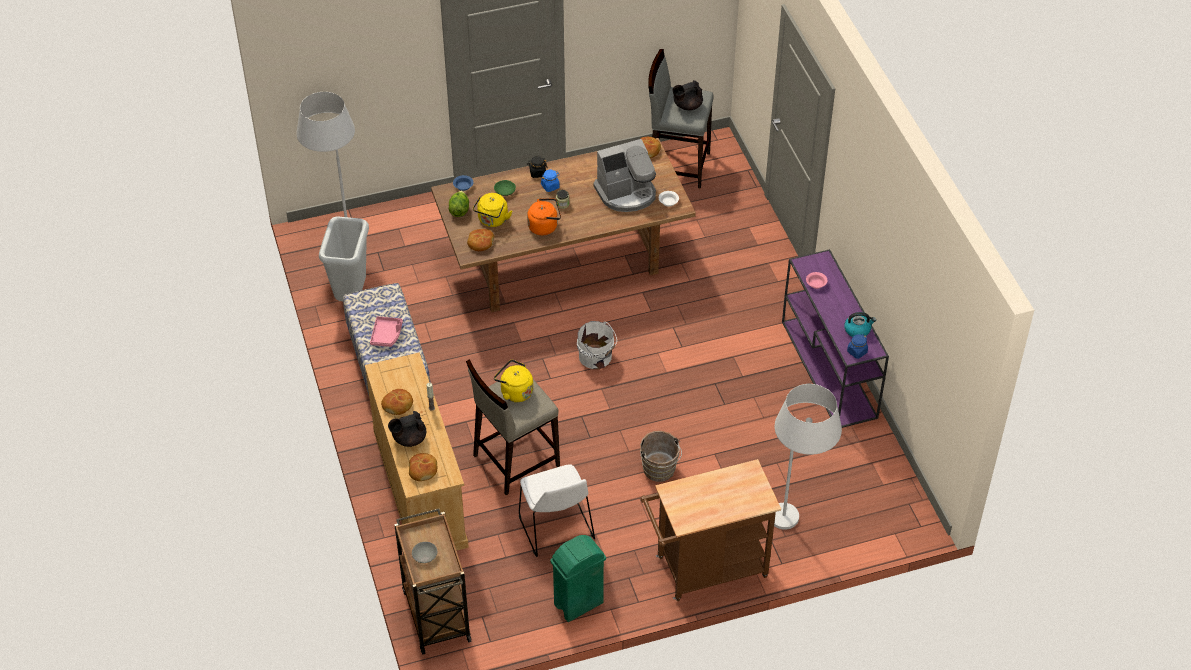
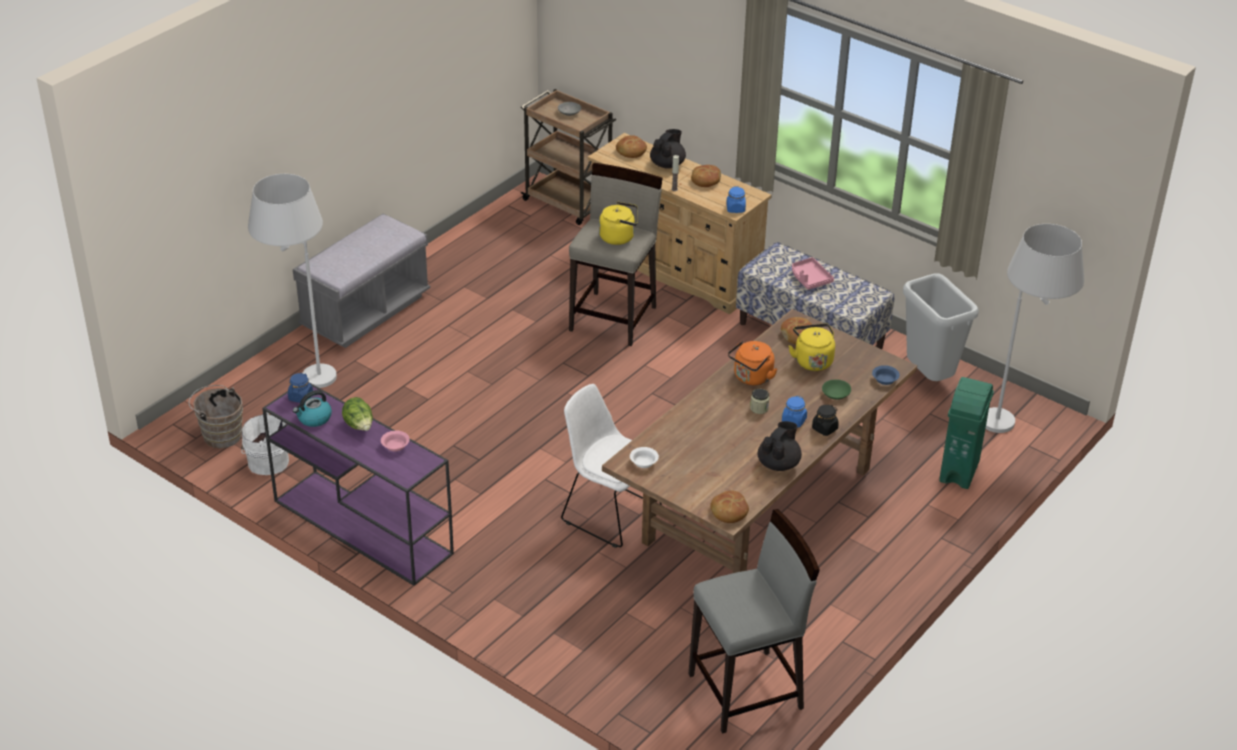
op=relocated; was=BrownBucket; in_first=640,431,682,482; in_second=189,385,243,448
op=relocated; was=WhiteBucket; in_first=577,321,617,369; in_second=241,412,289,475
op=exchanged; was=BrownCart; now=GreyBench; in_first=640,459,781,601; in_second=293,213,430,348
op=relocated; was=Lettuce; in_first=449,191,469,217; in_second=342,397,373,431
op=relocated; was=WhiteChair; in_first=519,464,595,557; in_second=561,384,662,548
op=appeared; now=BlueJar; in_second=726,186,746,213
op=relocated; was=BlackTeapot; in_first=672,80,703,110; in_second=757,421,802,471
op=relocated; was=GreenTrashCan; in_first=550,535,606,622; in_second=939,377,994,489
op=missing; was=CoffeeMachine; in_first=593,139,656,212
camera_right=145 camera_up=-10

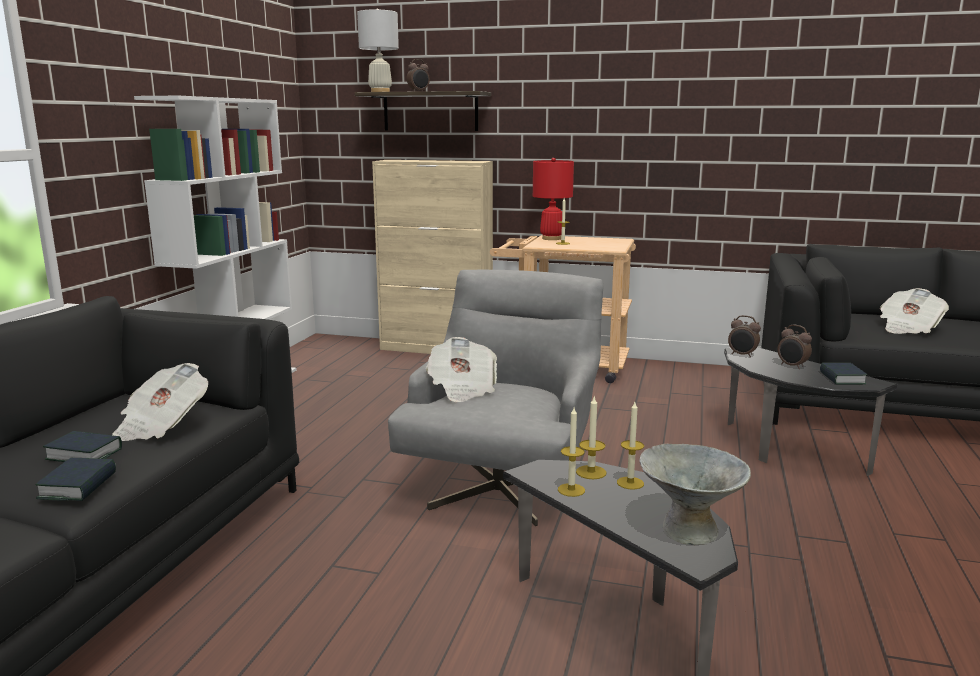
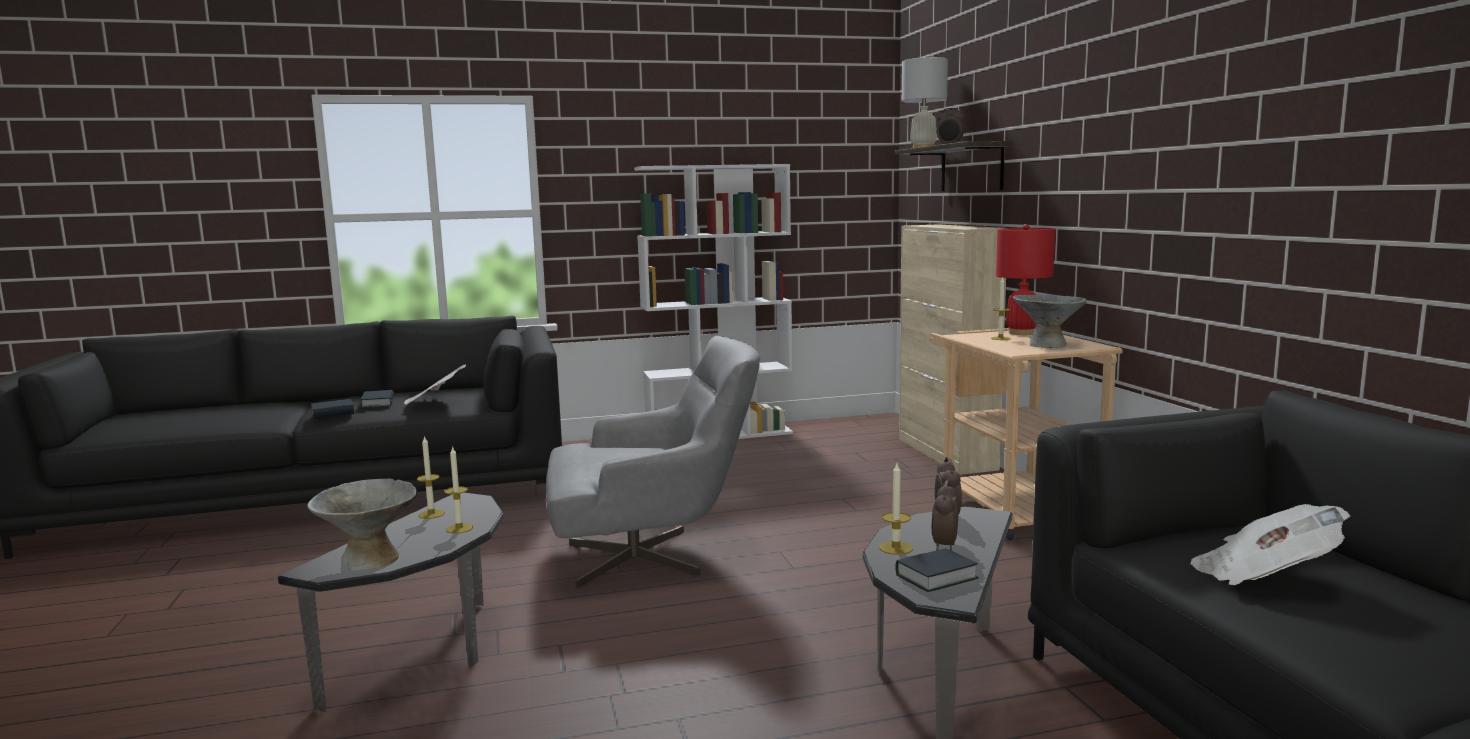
op=relocated; was=Candle; in_first=576,397,607,479; in_second=879,463,913,555
op=appeared; now=GreyBowl; in_second=1013,295,1087,348
op=missing; was=Newspaper; in_first=426,337,497,402
camera_right=60 camera_up=-5

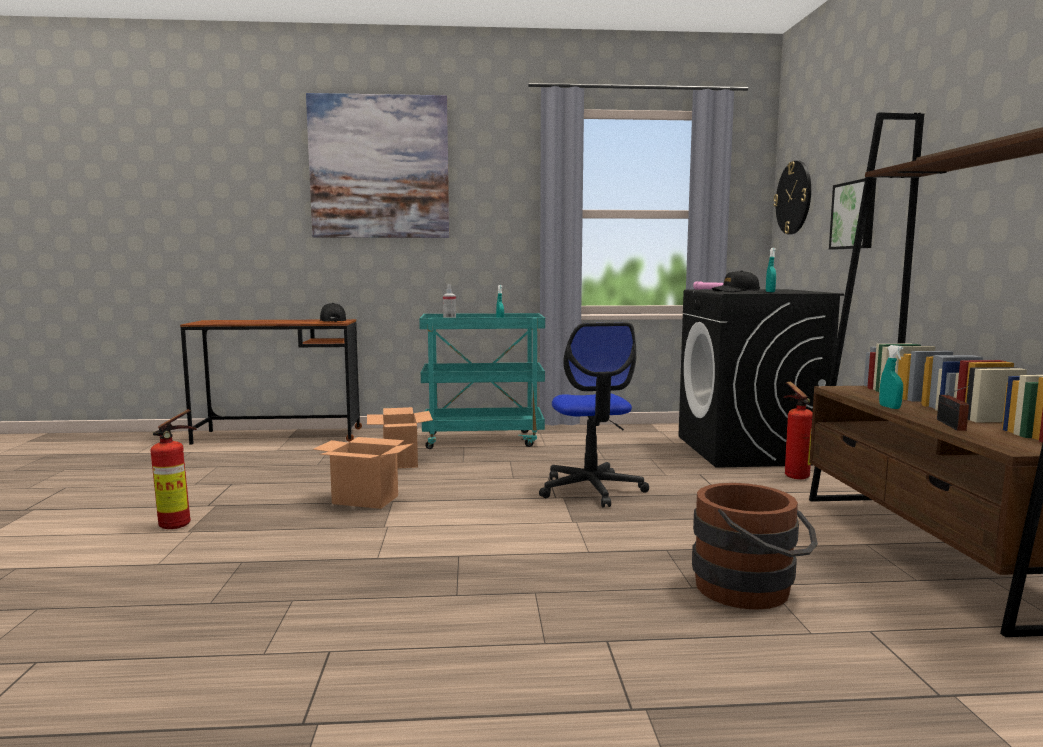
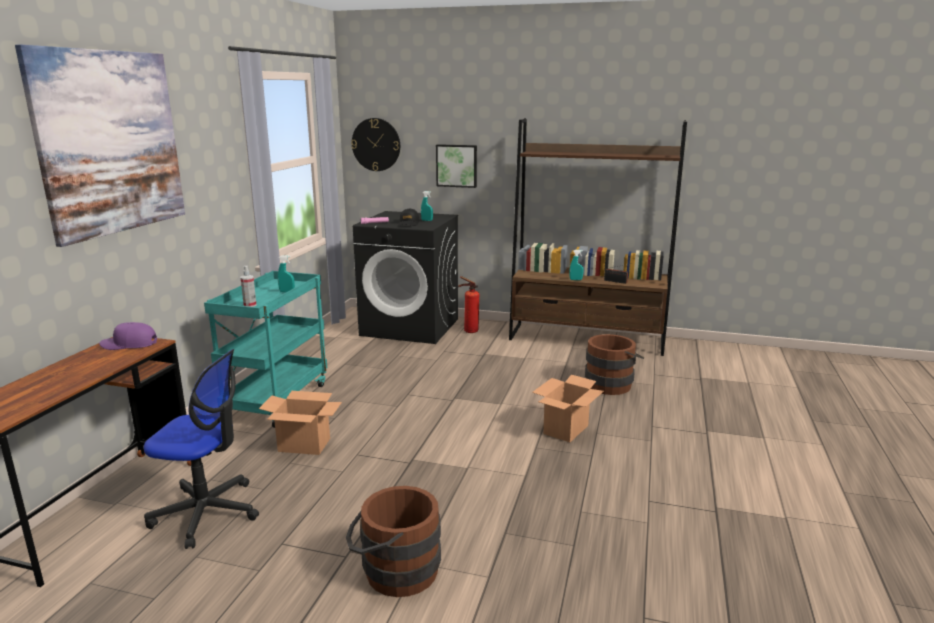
op=colour; was=BlackCap; now=PurpleCap; in_first=320,303,346,322; in_second=99,322,157,350
op=relocated; was=OfficeChair; in_first=539,322,649,507; in_second=144,349,259,549
op=exchanged; was=FireExtinguisher; now=BrownBucket; in_first=150,409,197,529; in_second=346,486,441,597
op=relocated; was=CardboardBox; in_first=313,437,414,509; in_second=532,375,604,442
camera_right=-70 camera_up=10

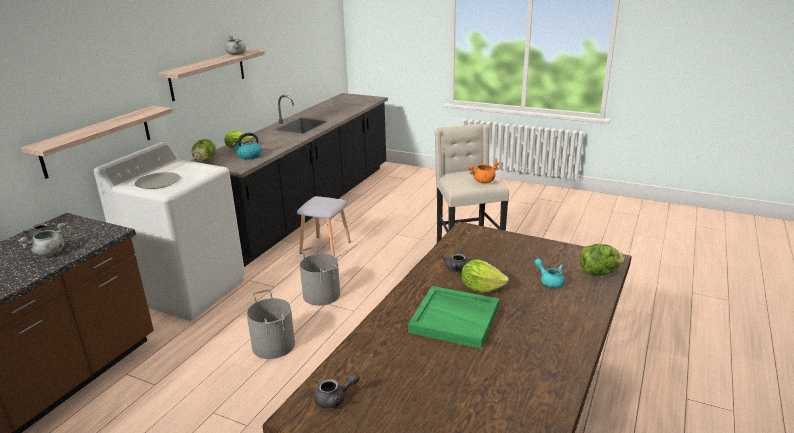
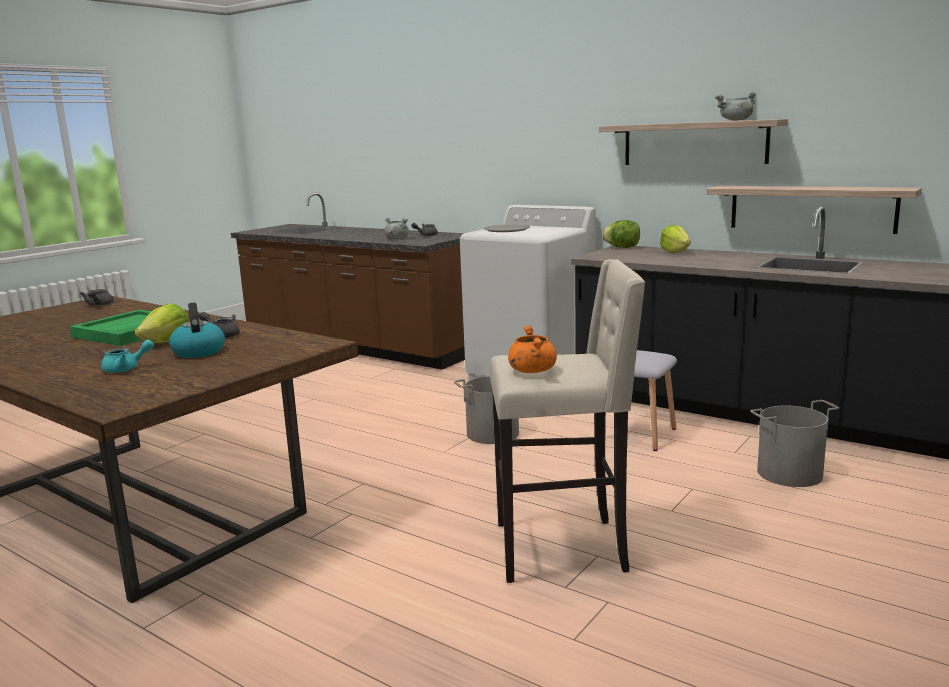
op=relocated; was=Kettle; in_first=232,132,262,159; in_second=169,303,225,358
op=relocated; was=Shelf; in_first=21,106,173,179; in_second=706,186,922,234
op=relocated; was=GreyBucket; in_first=247,289,295,359; in_second=750,400,839,487
op=missing; was=Lettuce; in_first=580,244,625,276
camera_right=100 camera_up=-10

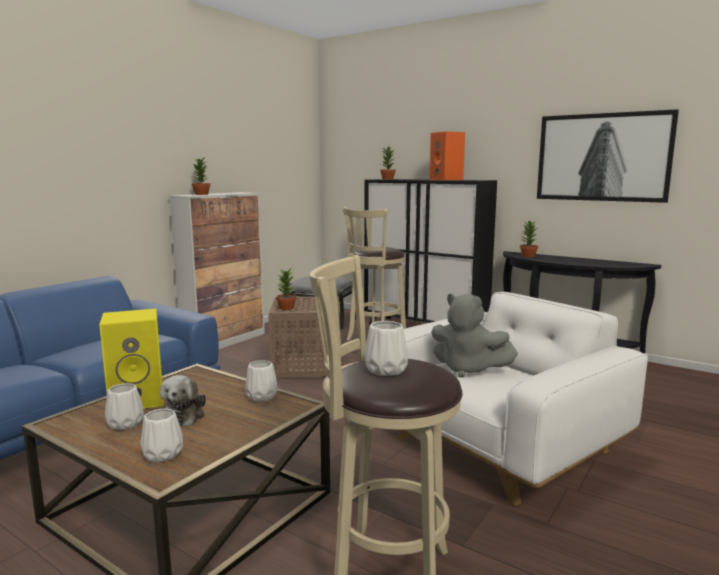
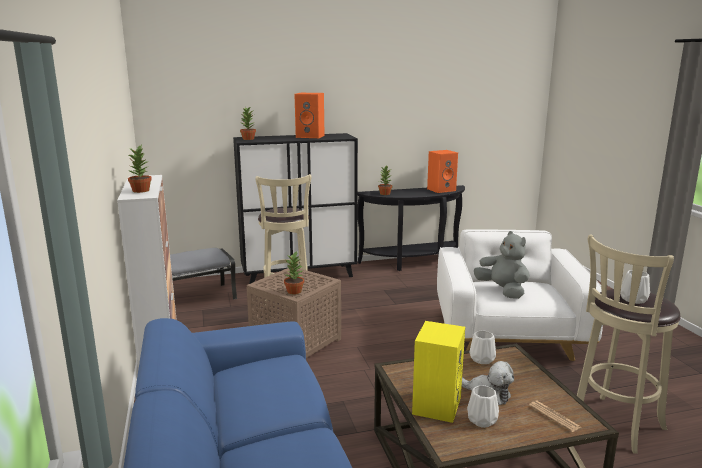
op=appeared; now=OrangeSpeaker; in_second=427,150,458,193
op=spun; was=GreyPlushToy; in_first=431,294,518,378; in_second=474,231,530,299; clockwise=-105
op=exchanged; was=WhiteVase; now=Newspaper; in_first=140,409,183,462; in_second=529,401,581,432
op=missing; was=Picture; in_first=537,109,679,203
camera_right=-50 camera_up=5

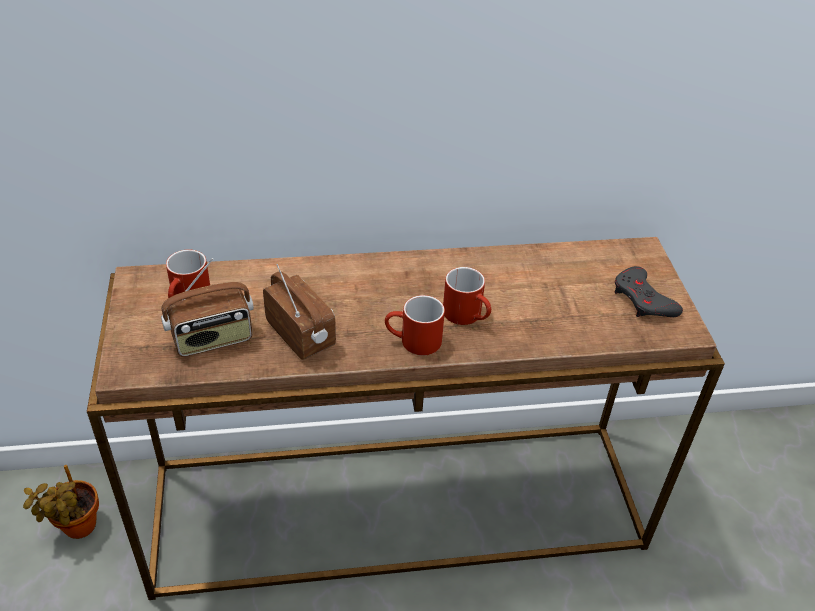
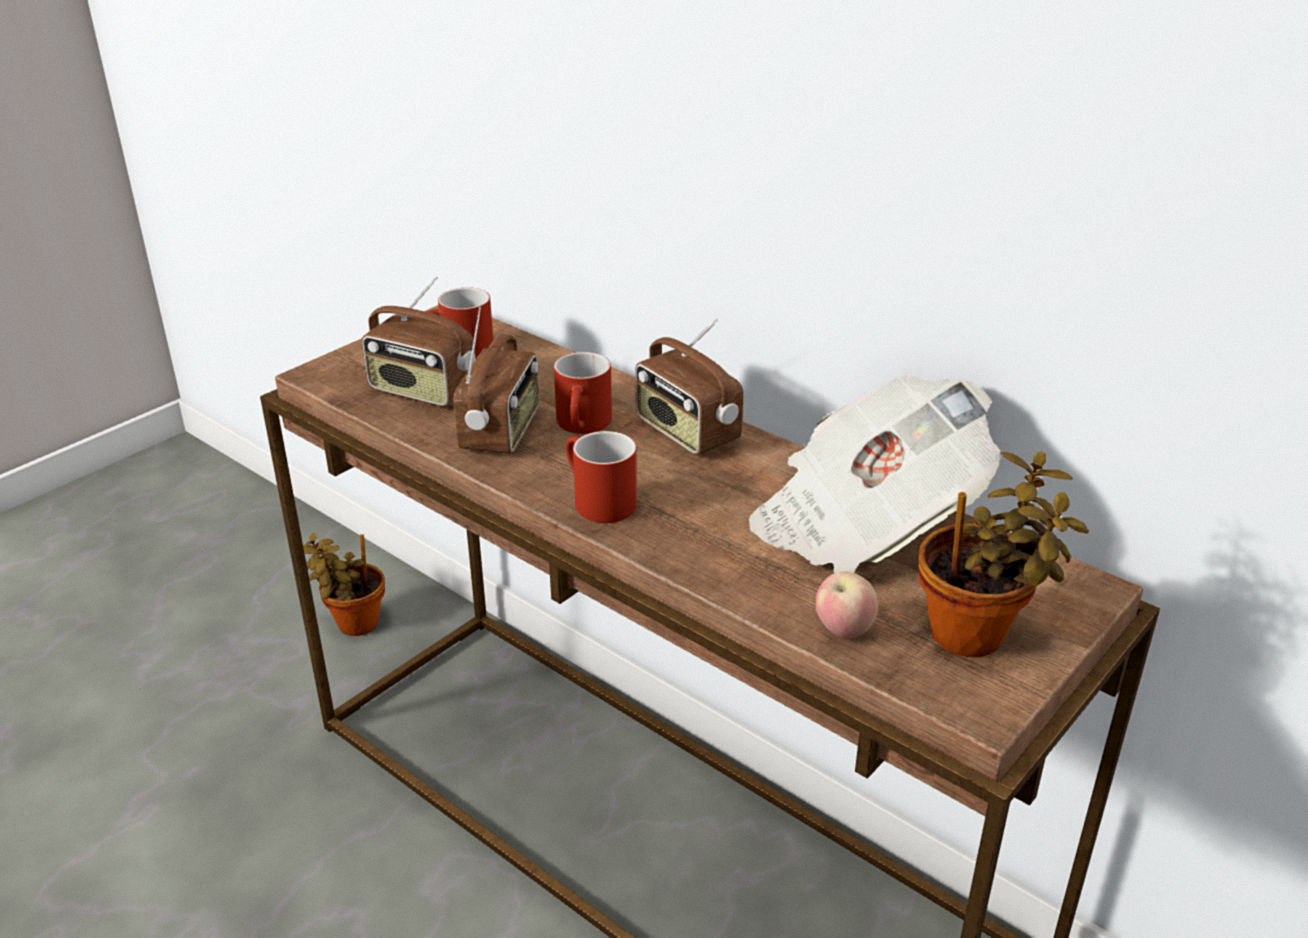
op=relocated; was=RedMug; in_first=443,267,491,325; in_second=554,352,612,434
op=appeared; now=Radio; in_second=635,319,743,455
op=appeared; now=Newspaper; in_second=749,375,1000,573
op=appeared; now=Apple; in_second=816,572,878,638
op=exchanged; was=GreyGameController; now=PottedPlant; in_first=614,266,683,317; in_second=918,452,1089,657
camera_right=50 camera_up=-10

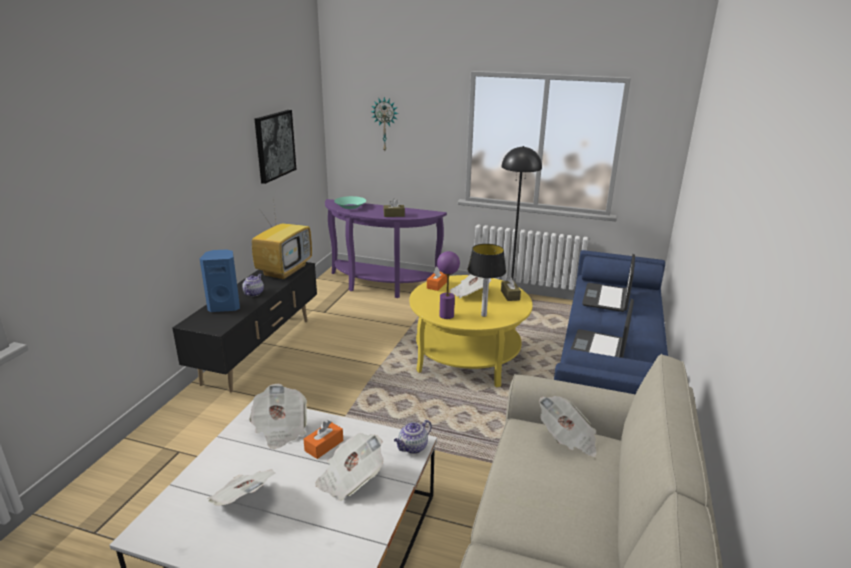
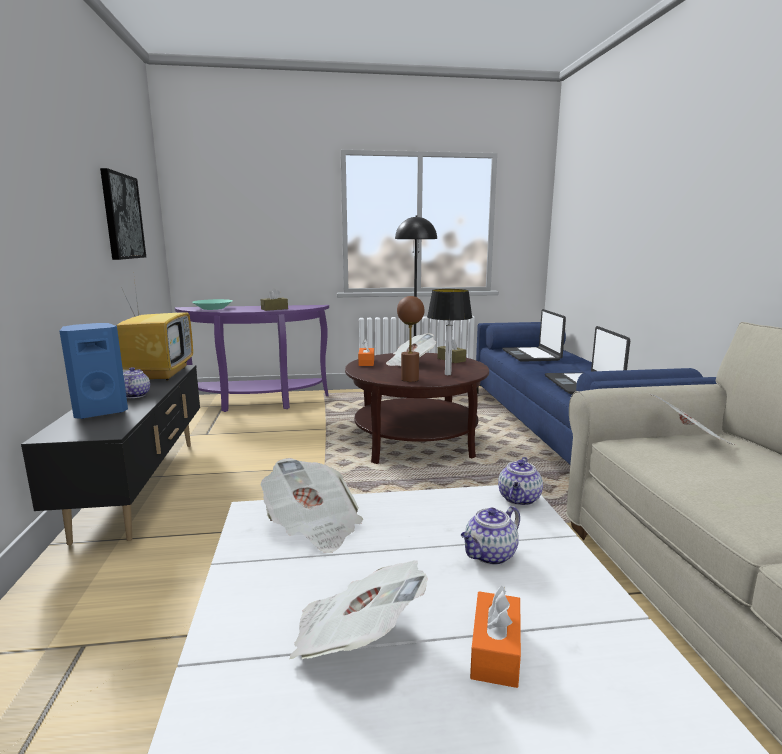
op=colour; was=YellowCoffeeTable; now=BrownCoffeeTable; in_first=409,275,533,387; in_second=345,353,489,464
op=colour; was=PurpleTableLamp; now=BrownTableLamp; in_first=437,251,460,319; in_second=397,296,425,382
op=exchanged; was=Newspaper; now=Teapot; in_first=315,433,384,501; in_second=461,506,520,565
op=relocated; was=OrangeTissueBox; in_first=304,420,343,459; in_second=470,586,521,688
op=missing; was=WallClock; in_first=371,97,399,150
camera_right=-25 camera_up=-10

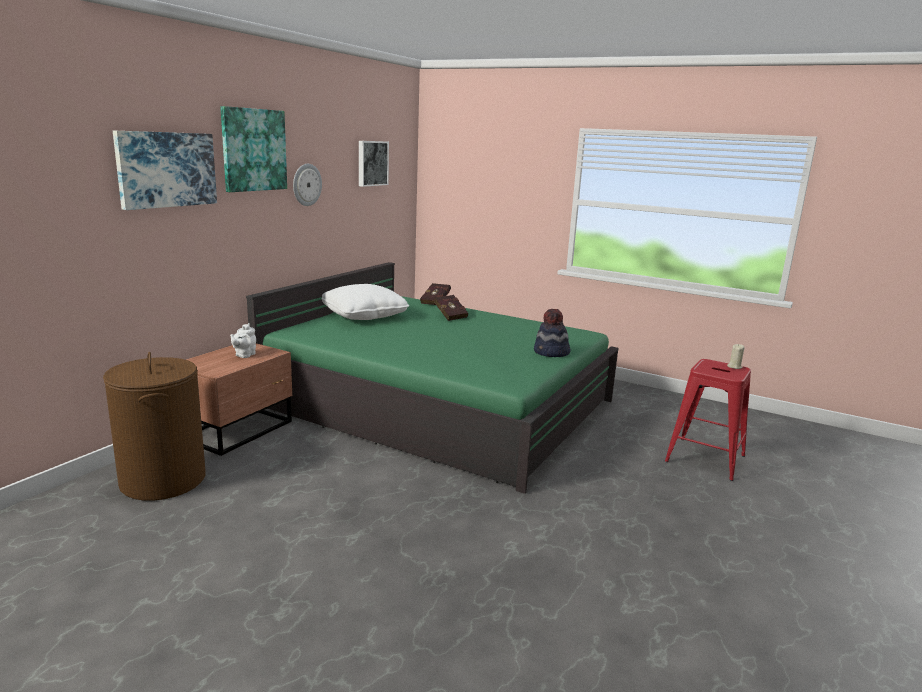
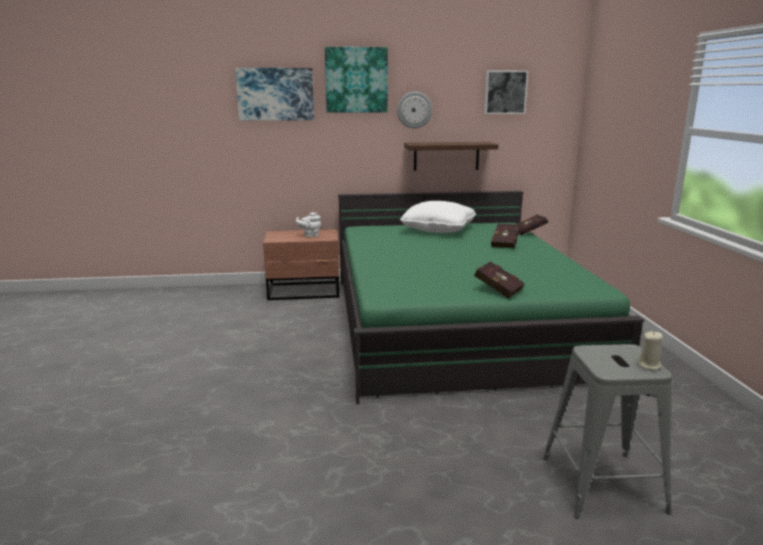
op=appeared; now=Shelf; in_second=404,142,498,171
op=exchanged; was=Hat; now=RedBook; in_first=534,309,571,357; in_second=474,261,525,299
op=colour; was=RedStool; now=GreyStool; in_first=665,359,751,481; in_second=543,344,672,518
op=missing; was=BrownLaundryBasket; in_first=103,352,206,500
camera_right=55 camera_up=0

